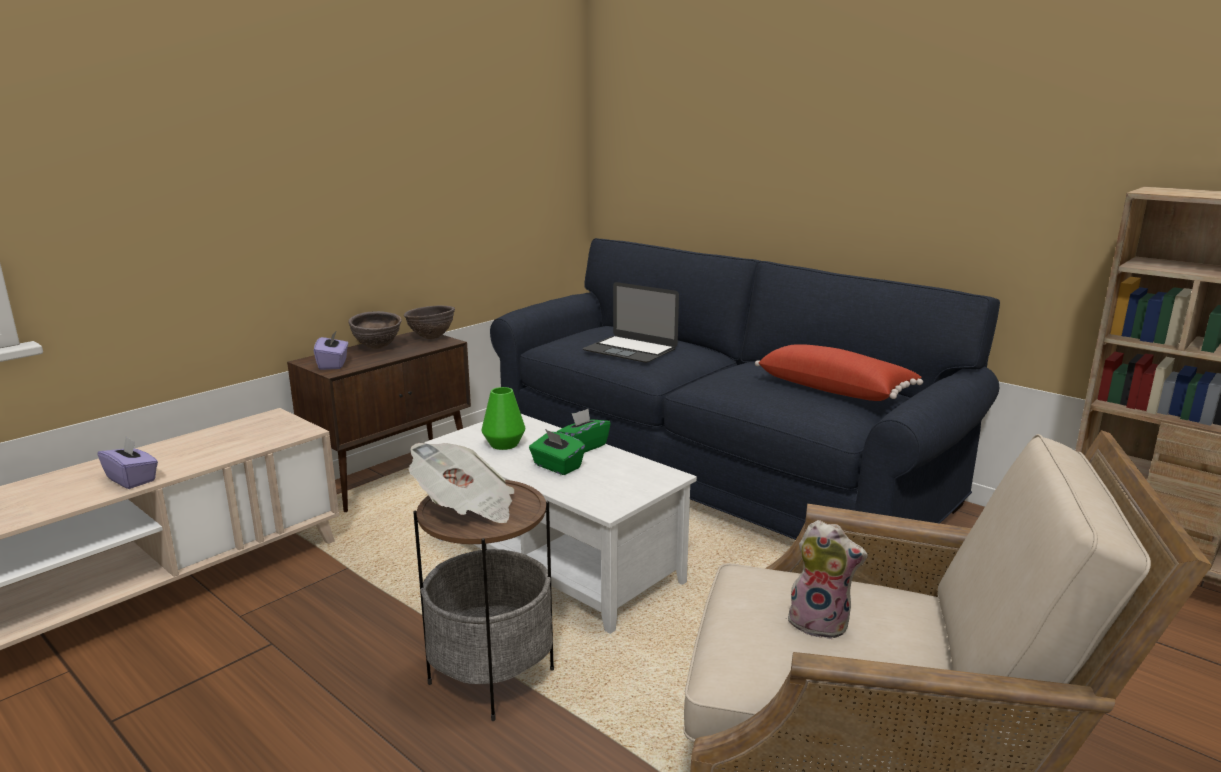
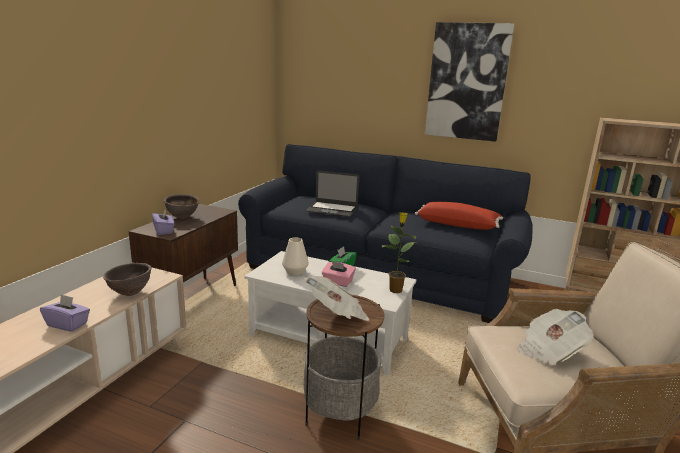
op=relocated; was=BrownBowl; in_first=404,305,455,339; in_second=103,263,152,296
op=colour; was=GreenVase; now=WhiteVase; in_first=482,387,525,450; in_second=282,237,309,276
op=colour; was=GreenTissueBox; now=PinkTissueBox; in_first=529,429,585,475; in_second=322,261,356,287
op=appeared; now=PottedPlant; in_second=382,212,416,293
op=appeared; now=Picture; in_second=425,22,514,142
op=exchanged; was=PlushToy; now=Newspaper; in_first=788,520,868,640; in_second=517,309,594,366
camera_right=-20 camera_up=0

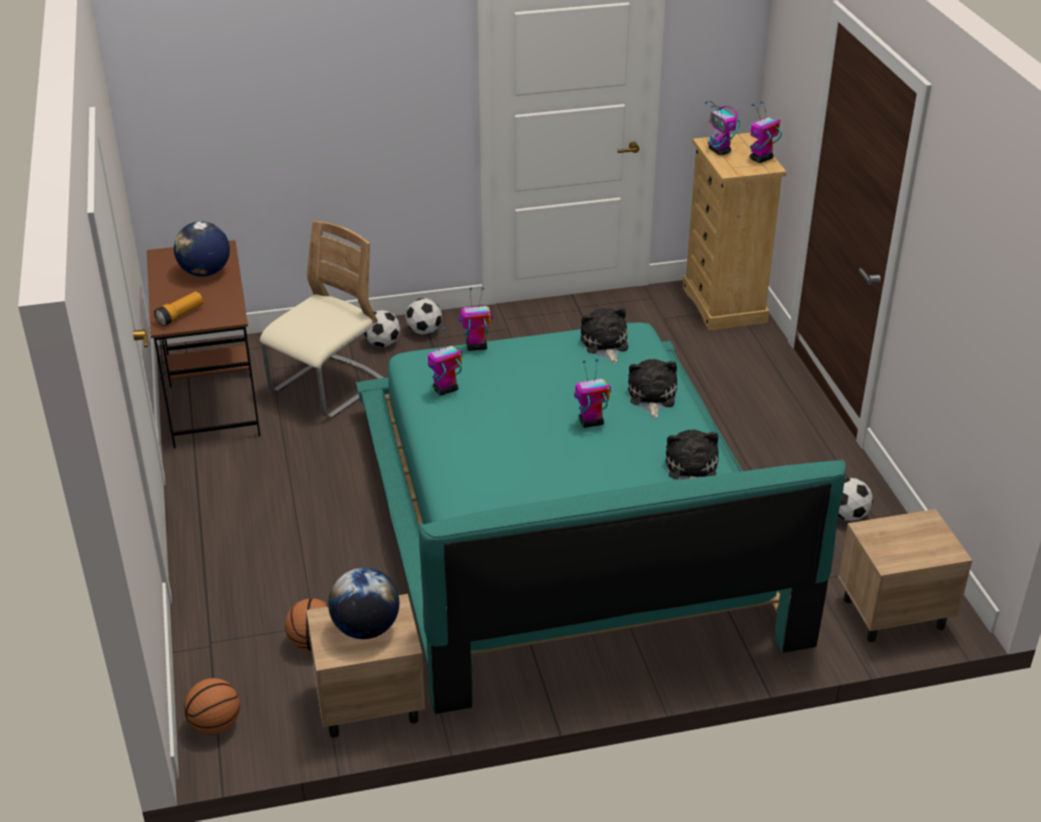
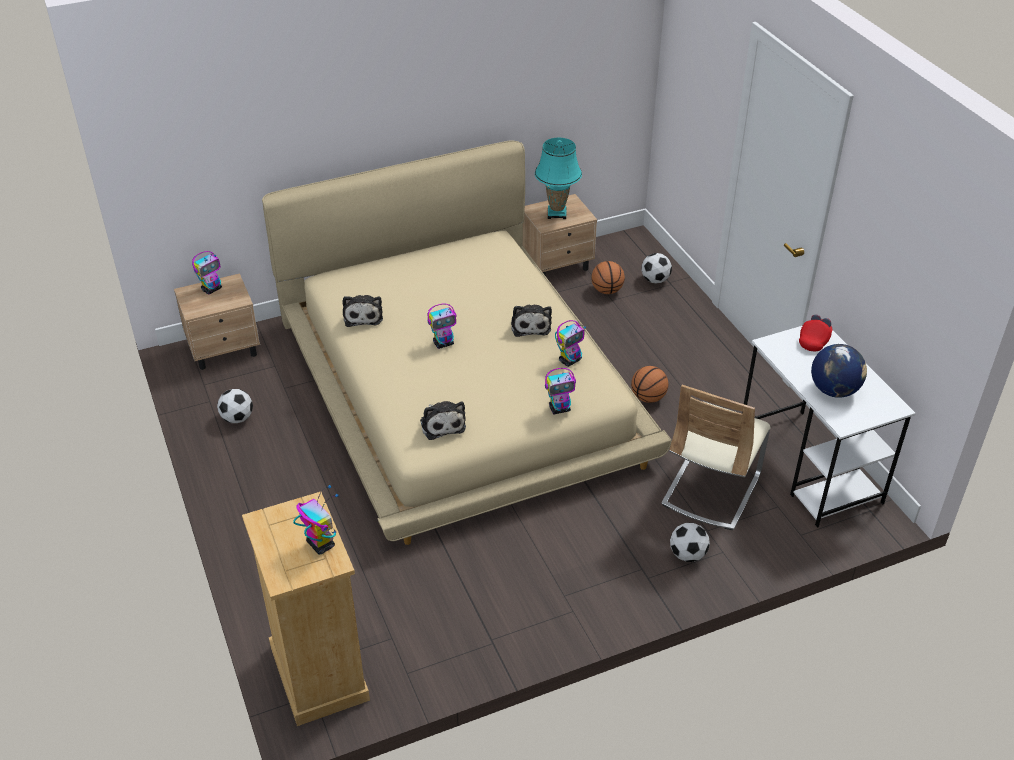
op=relocated; was=ToyRobot; in_first=750,101,782,163; in_second=192,251,222,294
op=colour; was=TurquoiseBed; now=BeigeBed; in_first=356,322,846,714; in_second=262,140,672,545
op=relocated; was=PlushToy; in_first=628,359,677,418; in_second=511,305,552,337
op=exchanged; was=Globe; now=TurquoiseTableLamp; in_first=328,568,399,639; in_second=535,138,582,219
op=relocated; was=Basketball; in_first=184,678,240,734; in_second=631,366,668,403
op=relocated; was=Football; in_first=405,298,442,335; in_second=641,253,672,284
op=colour; was=BrownDesk; now=WhiteDesk; in_first=147,240,260,448; in_second=742,326,916,528
op=exchanged; was=Flashlight; now=RedCap; in_first=154,292,203,326; in_second=799,314,832,351
camera_right=170 camera_up=5

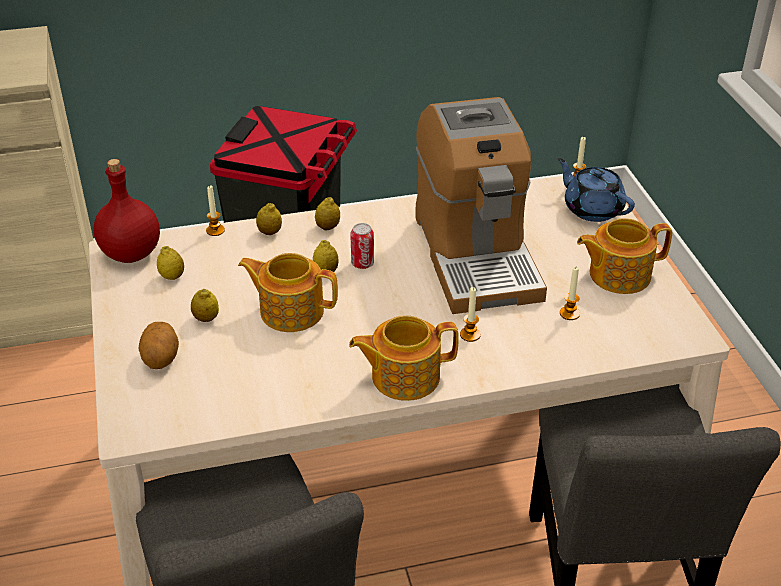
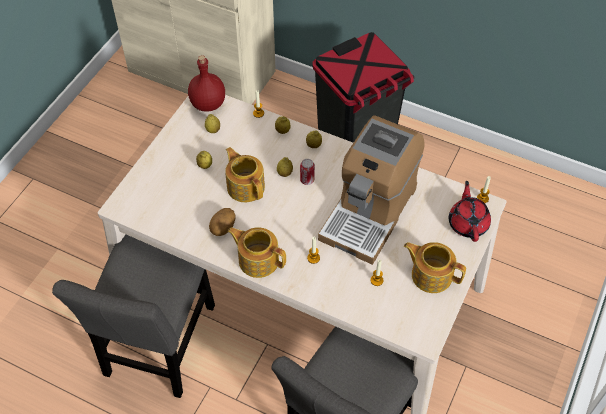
op=relocated; was=Potato; in_first=138,322,179,369; in_second=209,208,236,236
op=colour; was=BlueTeapot; now=RedTeapot; in_first=558,158,635,222; in_second=449,181,491,242
camera_right=40 camera_up=15

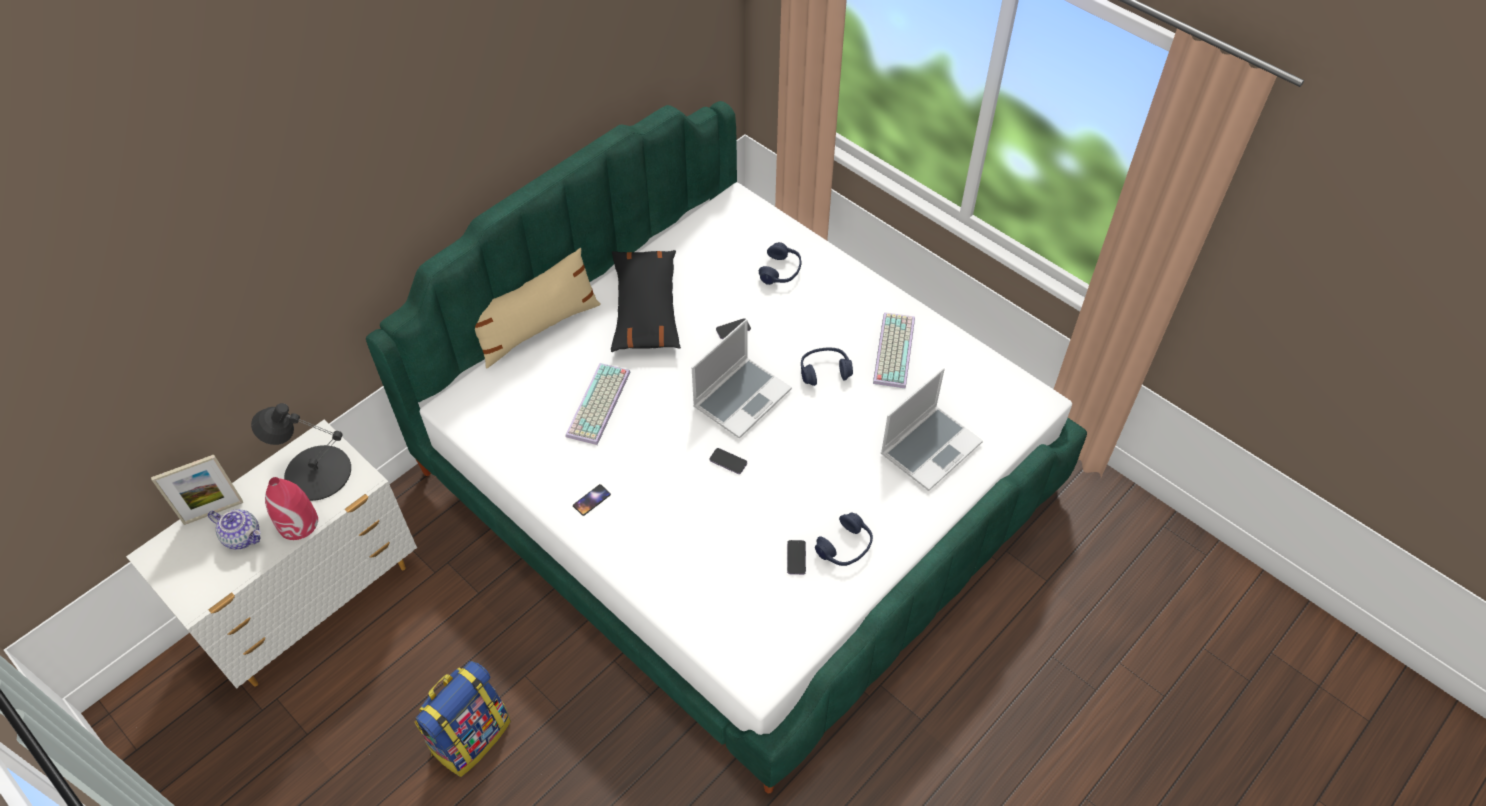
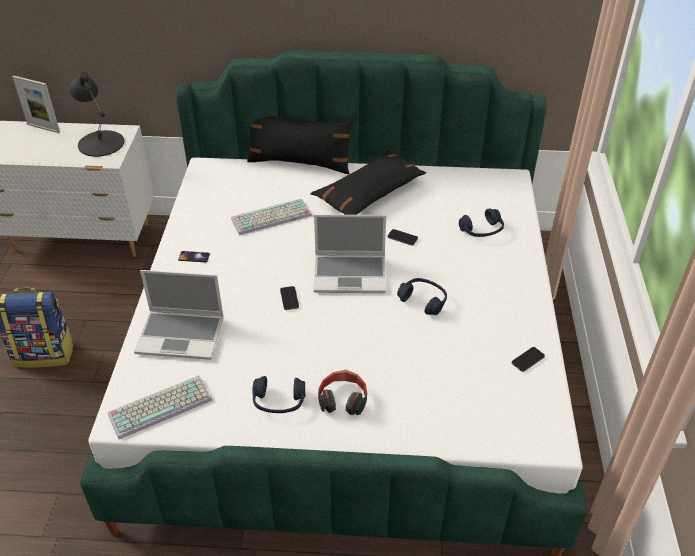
op=relocated; was=Keyboard; in_first=873,312,915,389; in_second=108,375,213,440
op=relocated; was=Laptop; in_first=881,368,983,491; in_second=134,270,224,360
op=colour; was=BeigePillow; now=BlackPillow; in_first=475,248,601,368; in_second=247,116,353,174
op=appeared; now=Headphones; in_second=318,370,367,415
op=relocated; was=Phone; in_first=787,540,806,575; in_second=512,347,545,372
op=missing; was=Teapot; in_first=208,509,261,550
op=missing; was=RedVase; in_first=265,477,318,540
camera_right=50 camera_up=-10

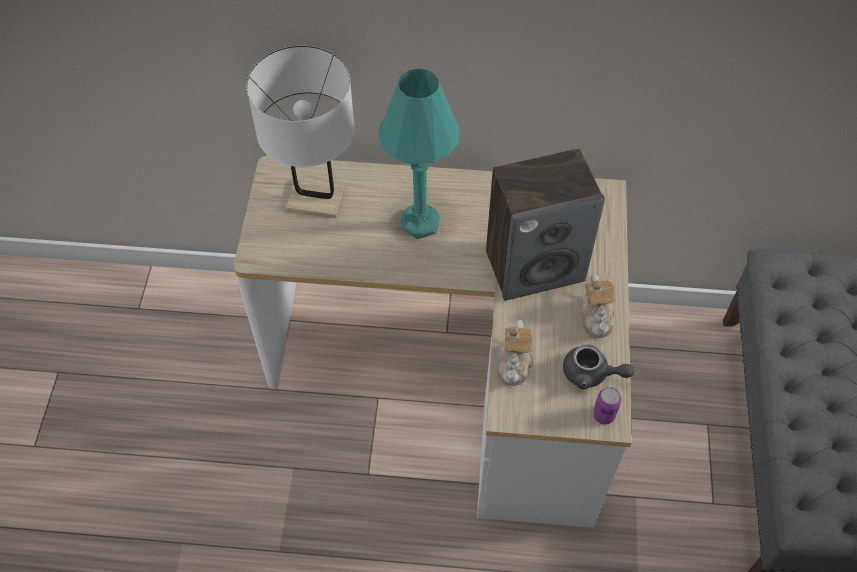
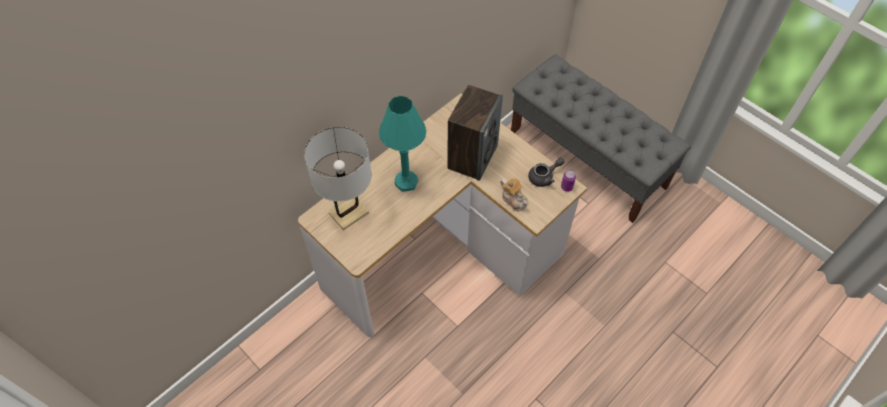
op=missing; was=Teapot; in_first=581,274,616,338
camera_right=-50 camera_up=0

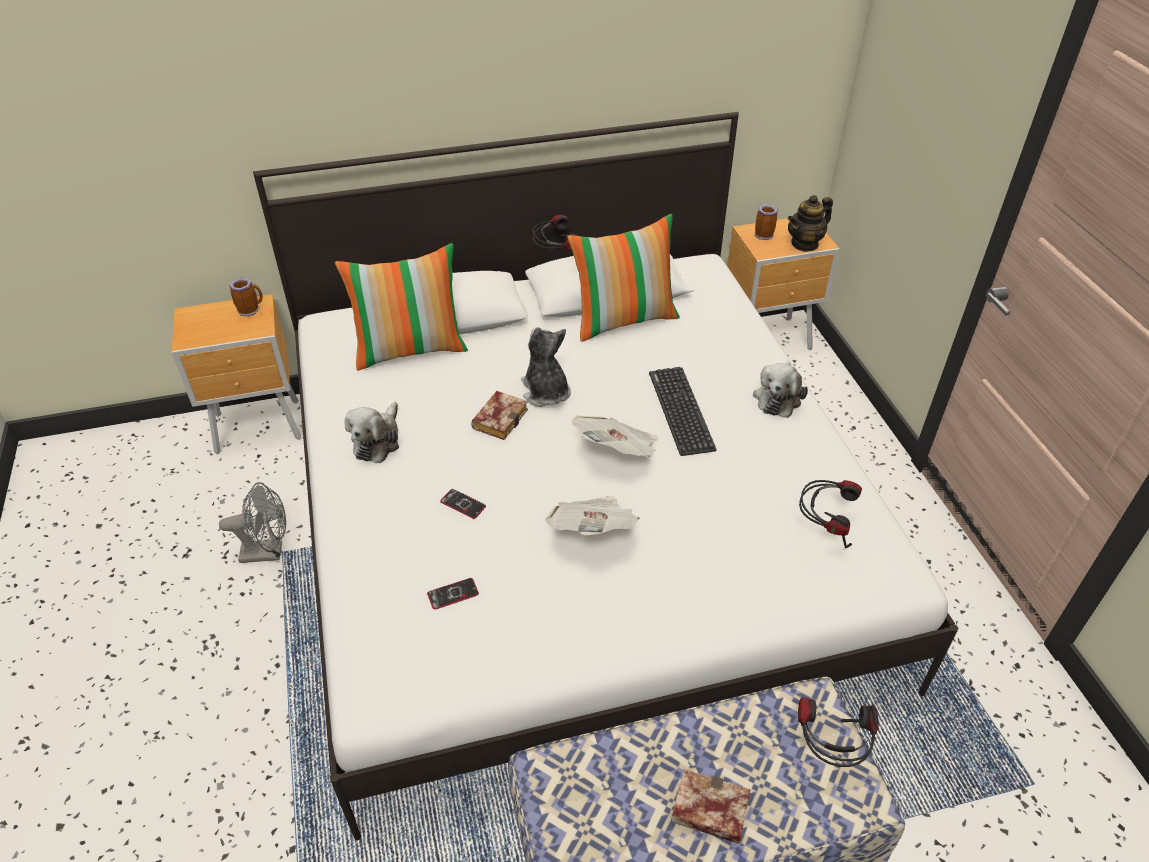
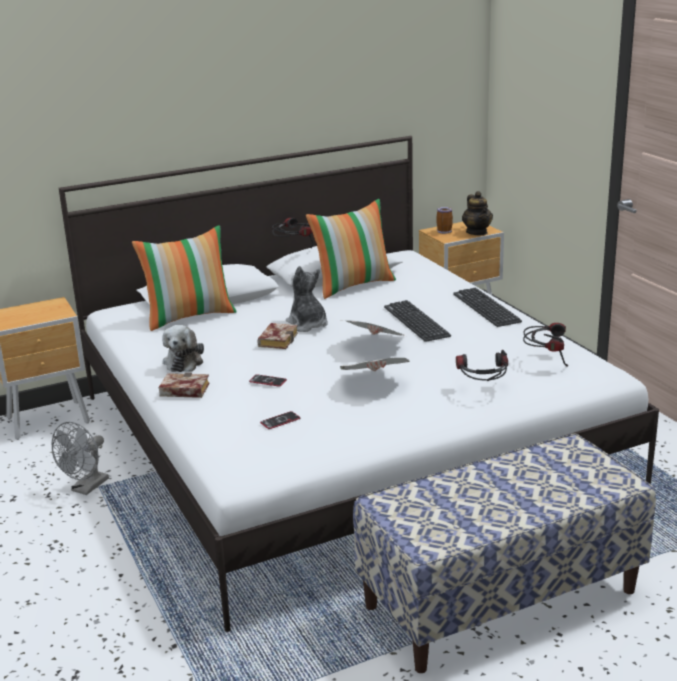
op=spun; was=GreyFan; in_first=219,482,286,563; in_second=52,422,109,495; clockwise=135
op=relocated; was=Book; in_first=671,769,751,844; in_second=159,373,210,398
op=exchanged; was=PlushToy; now=Keyboard; in_first=753,362,808,418; in_second=453,288,522,327
op=relocated; was=Headphones; in_first=798,697,879,767; in_second=456,350,508,381
op=spun; was=Teapot; in_first=788,195,833,252; in_second=462,191,493,235; clockwise=-60
op=missing; was=Mug; in_first=229,277,262,317
camera_right=-10 camera_up=-20

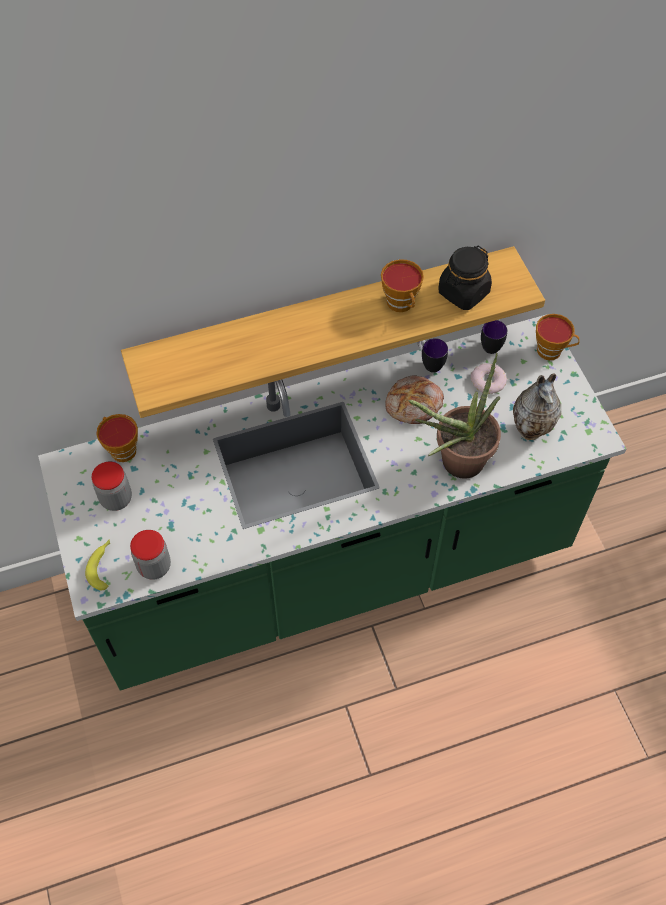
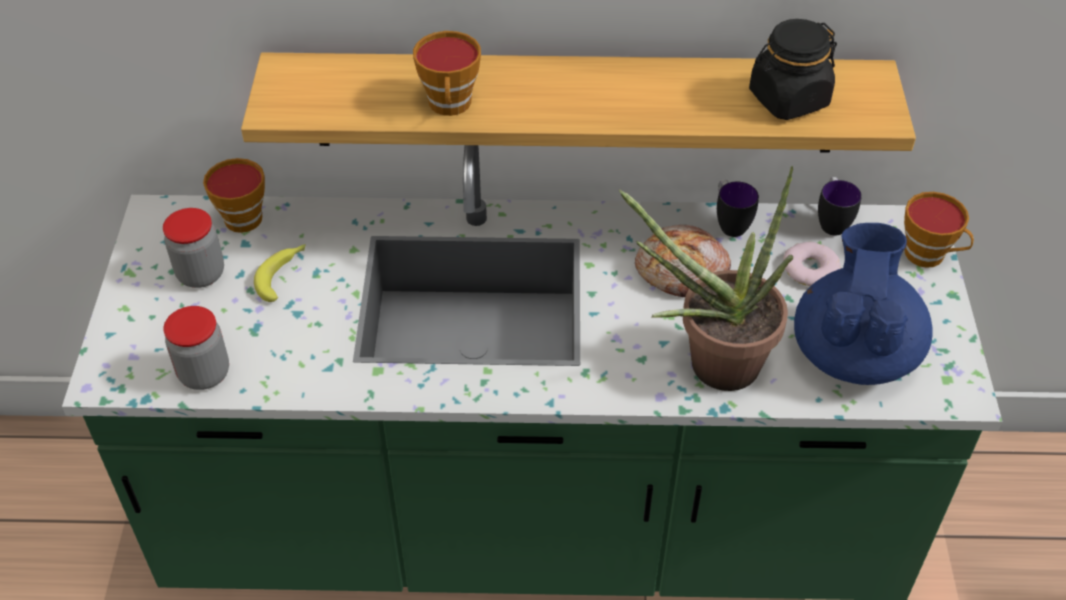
op=relocated; was=Banana; in_first=85,539,110,590; in_second=254,244,306,302
op=relocated; was=Cup; in_first=381,259,424,312; in_second=413,31,481,116
op=exchanged; was=Vase; now=BlueTeapot; in_first=513,373,561,440; in_second=794,223,932,385
camera_right=20 camera_up=-10

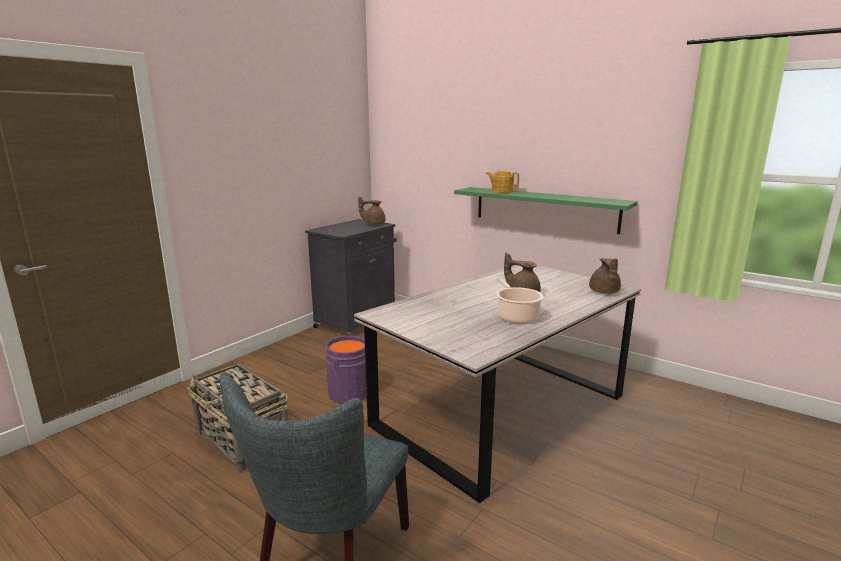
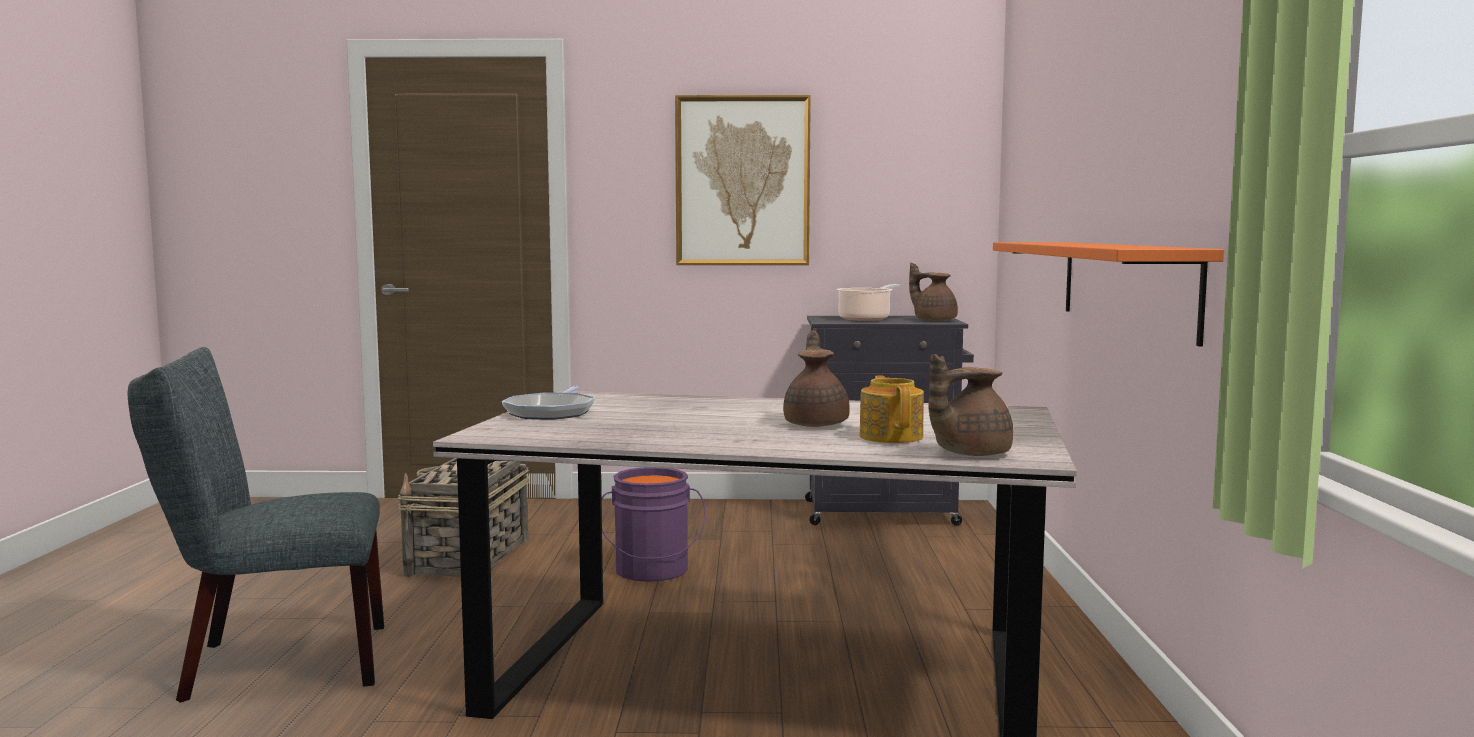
op=appeared; now=FryingPan; in_second=502,386,596,420
op=appeared; now=Picture; in_second=675,95,811,265
op=relocated; was=CookingPot; in_first=496,277,543,324; in_second=836,284,900,321
op=relocated; was=Teapot; in_first=486,171,519,193; in_second=860,376,924,443
op=colour; was=GreenShelf; now=OrangeShelf; in_first=454,187,638,234; in_second=993,242,1224,347
camera_right=55 camera_up=-10

